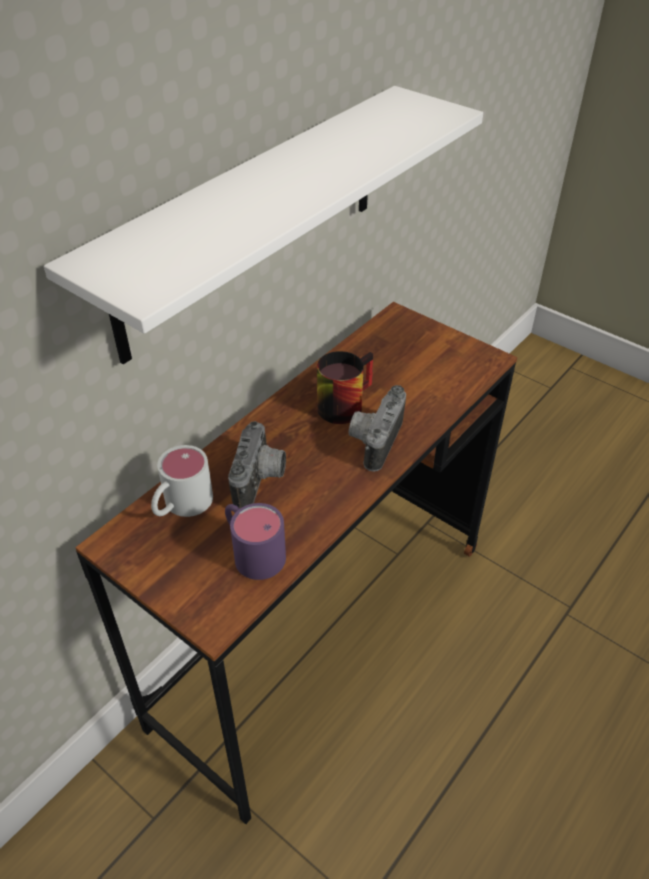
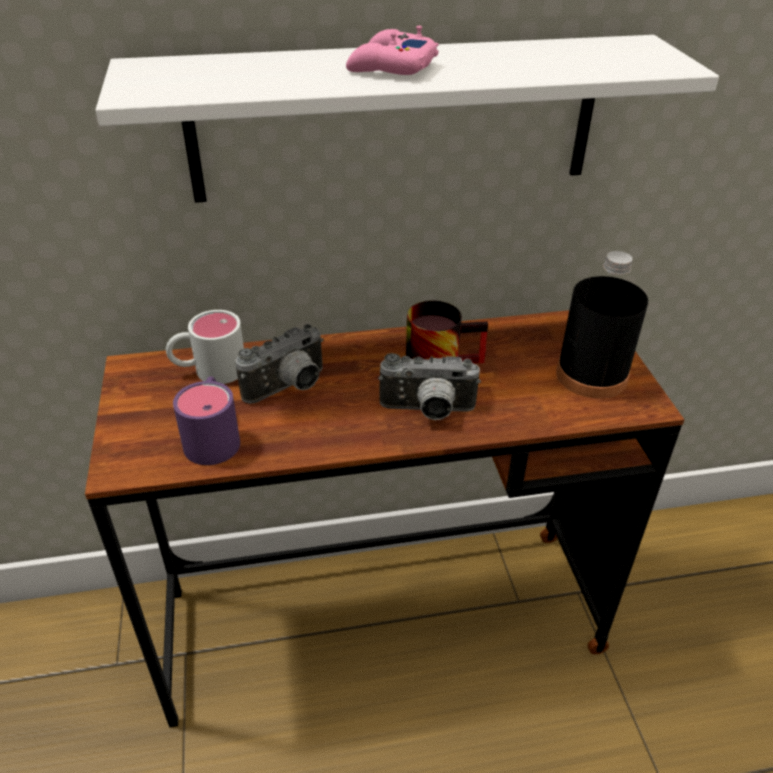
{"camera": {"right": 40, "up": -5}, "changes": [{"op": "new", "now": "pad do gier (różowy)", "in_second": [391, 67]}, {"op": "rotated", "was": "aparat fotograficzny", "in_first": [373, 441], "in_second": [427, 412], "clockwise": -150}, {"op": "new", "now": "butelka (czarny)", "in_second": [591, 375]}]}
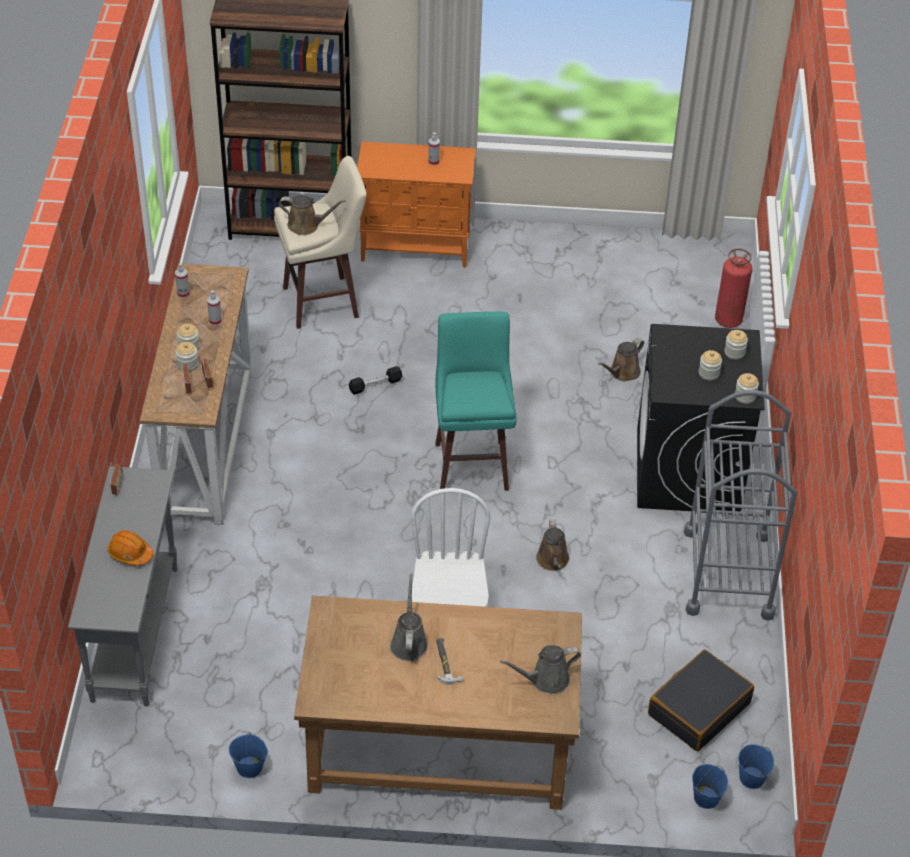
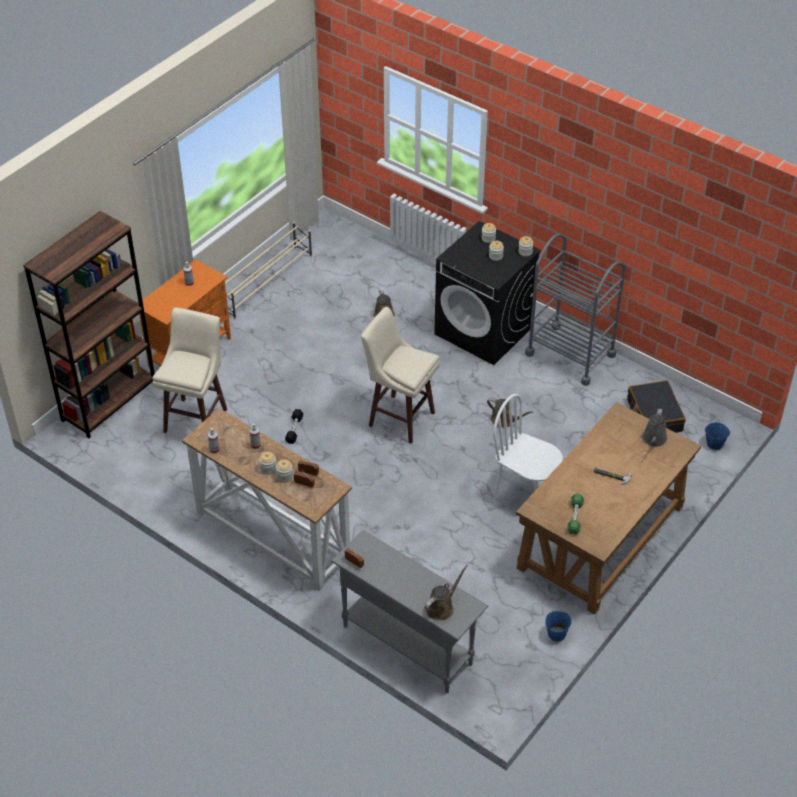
{"camera": {"right": -55, "up": 0}, "changes": [{"op": "new", "now": "regał na buty (beżowy)", "in_second": [266, 282]}, {"op": "repainted", "was": "stołek (turkusowy)", "now": "stołek (beżowy)", "in_first": [472, 464], "in_second": [400, 418]}, {"op": "shifted", "was": "konewka (brązowy)", "in_first": [306, 225], "in_second": [441, 607]}, {"op": "new", "now": "hantel (zielony)", "in_second": [575, 517]}, {"op": "gone", "was": "kask (pomarańczowy)", "in_first": [130, 553]}, {"op": "gone", "was": "konewka (szary)", "in_first": [409, 642]}, {"op": "gone", "was": "gaśnica", "in_first": [728, 320]}, {"op": "gone", "was": "wiadro (niebieski)", "in_first": [752, 778]}]}
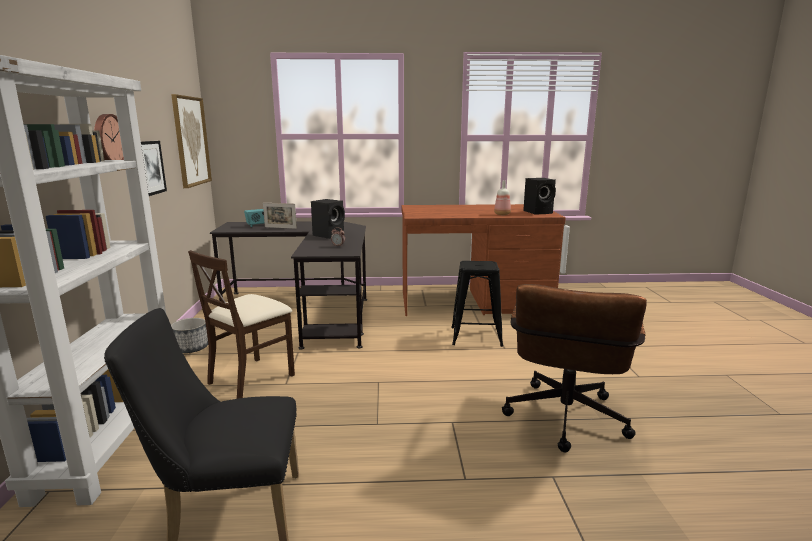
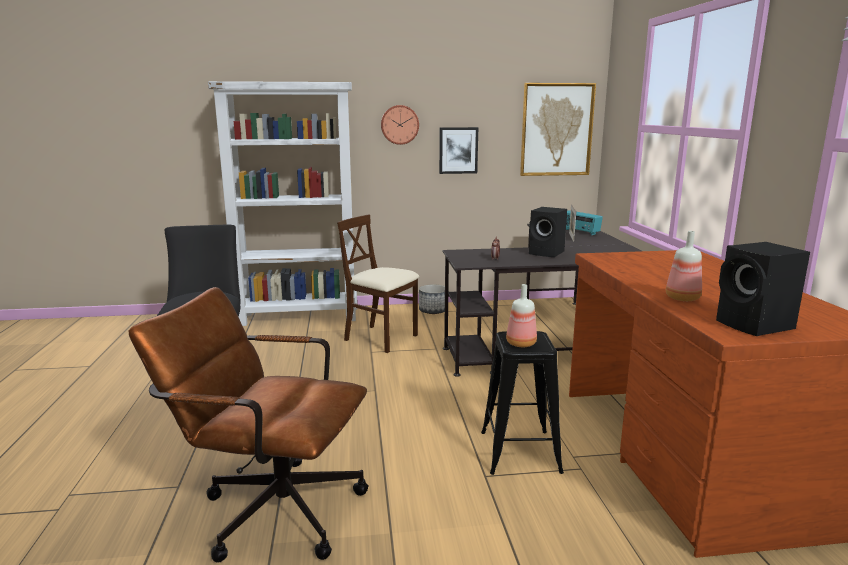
{"camera": {"right": 85, "up": 0}, "changes": [{"op": "new", "now": "butelka", "in_second": [520, 344]}]}
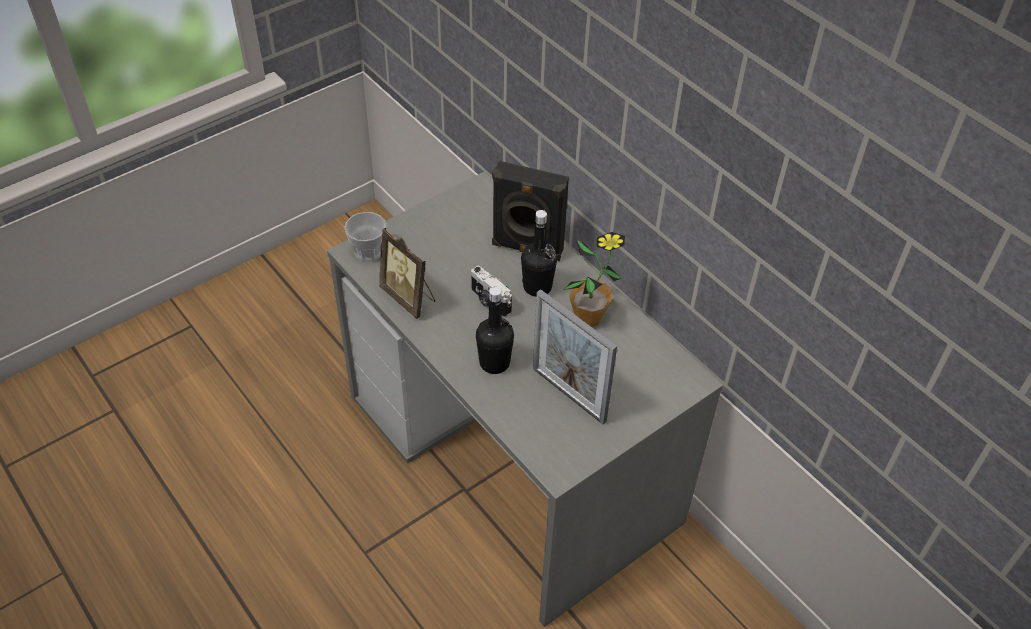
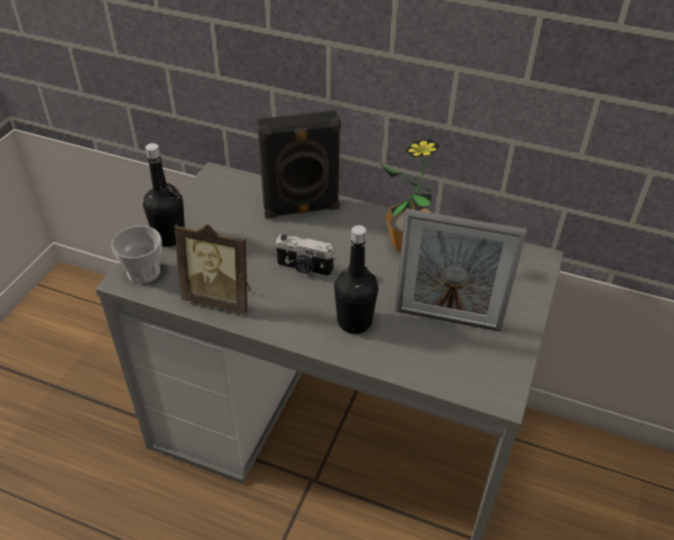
{"camera": {"right": -30, "up": -5}, "changes": [{"op": "shifted", "was": "butelka (czarny)", "in_first": [537, 287], "in_second": [169, 237]}]}
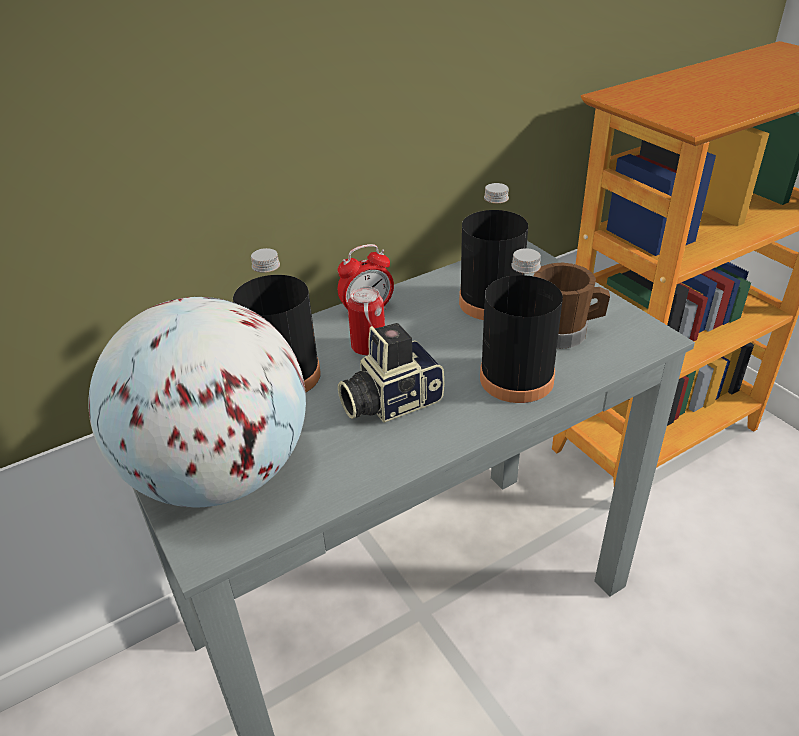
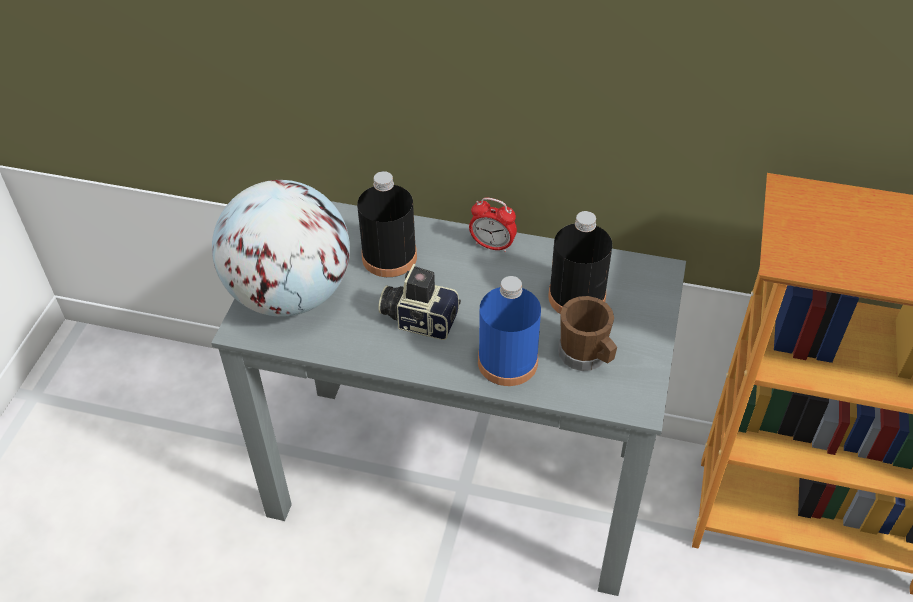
{"camera": {"right": 45, "up": 10}, "changes": [{"op": "repainted", "was": "butelka (czarny)", "now": "butelka (niebieski)", "in_first": [516, 379], "in_second": [507, 362]}, {"op": "gone", "was": "puszka", "in_first": [368, 347]}]}
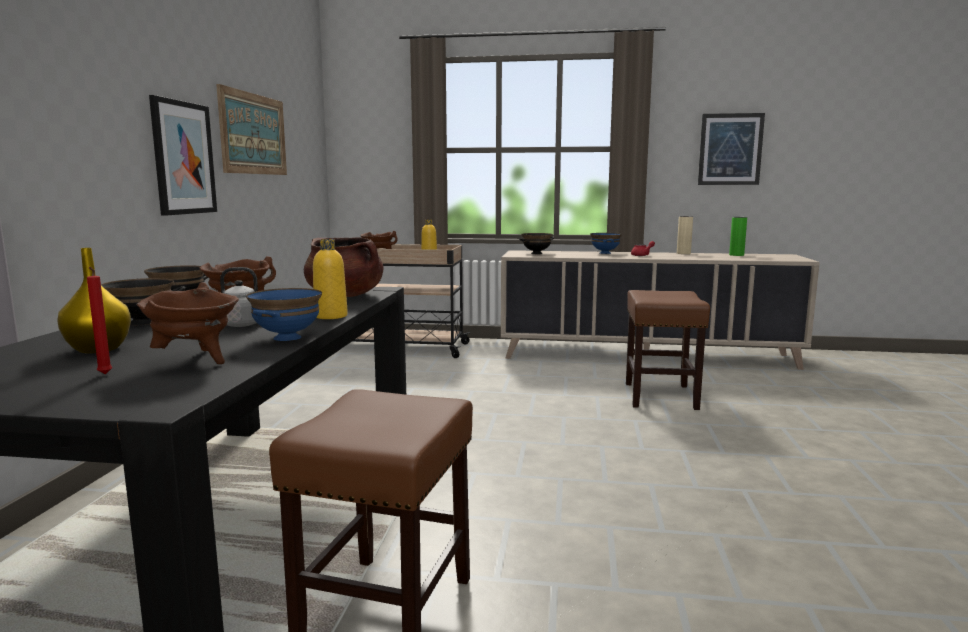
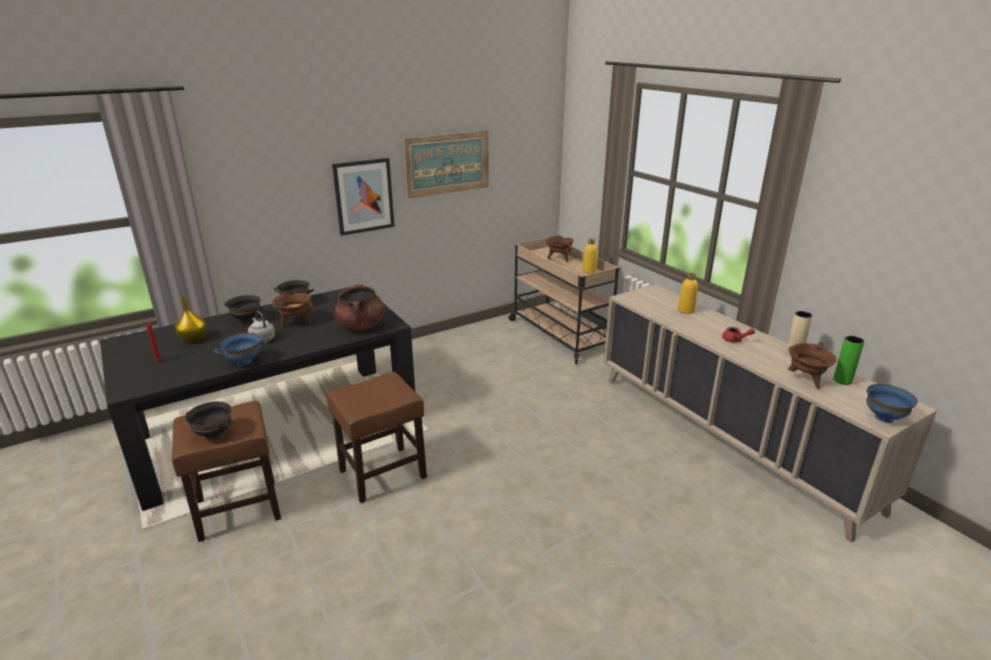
{"camera": {"right": 50, "up": 15}, "changes": [{"op": "shifted", "was": "miska (czarny)", "in_first": [536, 253], "in_second": [213, 435]}, {"op": "shifted", "was": "stołek (brązowy)", "in_first": [661, 396], "in_second": [381, 474]}, {"op": "shifted", "was": "butelka (żółty)", "in_first": [330, 316], "in_second": [686, 310]}, {"op": "shifted", "was": "garnek (brązowy)", "in_first": [195, 360], "in_second": [806, 379]}, {"op": "shifted", "was": "miska (niebieski)", "in_first": [604, 253], "in_second": [883, 418]}, {"op": "gone", "was": "obraz", "in_first": [730, 149]}]}
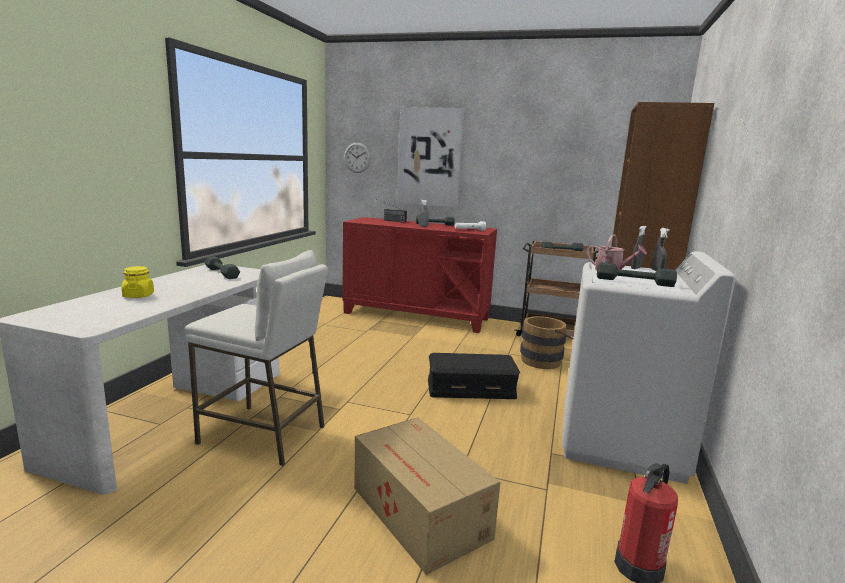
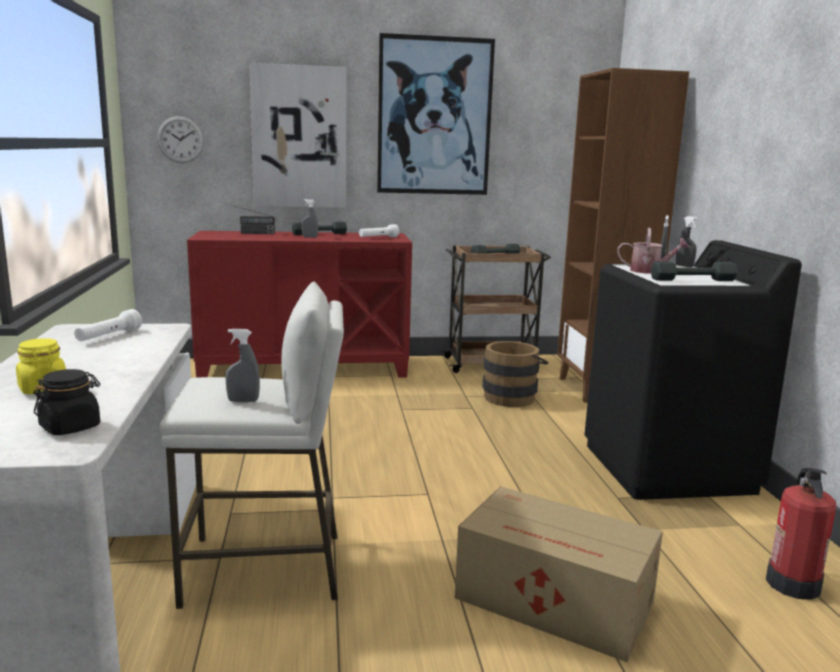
{"camera": {"right": -25, "up": 0}, "changes": [{"op": "new", "now": "słoik (czarny)", "in_second": [70, 427]}, {"op": "swapped", "was": "hantel (szary)", "now": "latarka (biały)", "in_first": [221, 273], "in_second": [108, 337]}, {"op": "new", "now": "spryskiwacz (szary)", "in_second": [243, 401]}, {"op": "new", "now": "obraz", "in_second": [434, 117]}, {"op": "repainted", "was": "pralka (biały)", "now": "pralka (czarny)", "in_first": [620, 441], "in_second": [668, 468]}, {"op": "gone", "was": "pojemnik do przechowywania (czarny)", "in_first": [471, 388]}]}
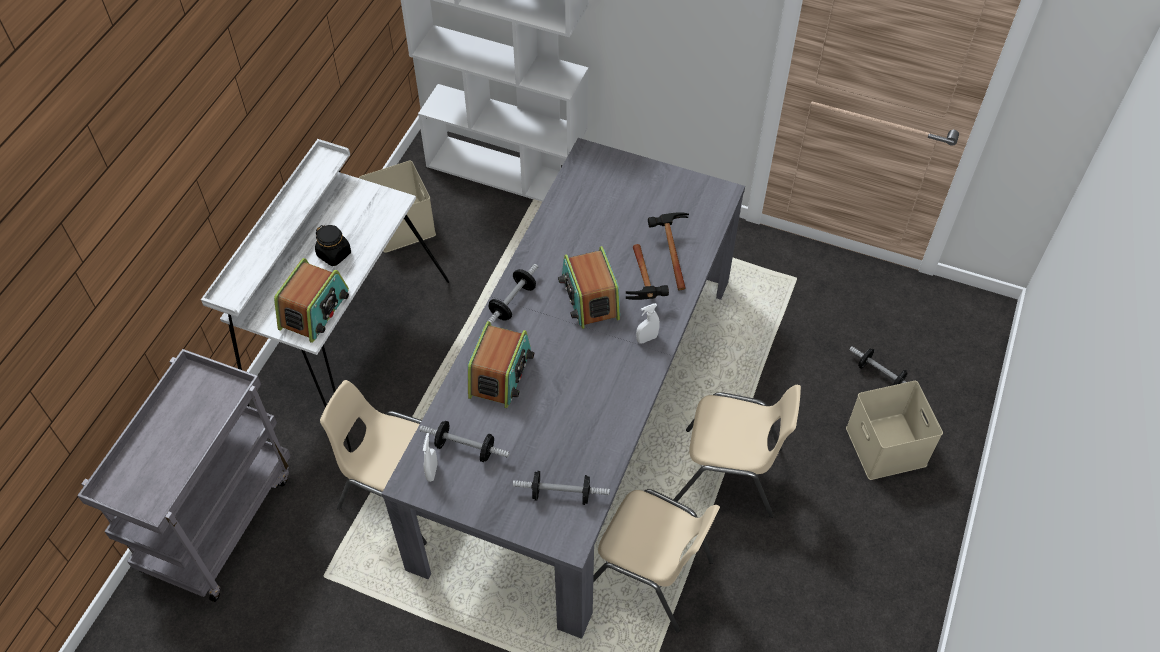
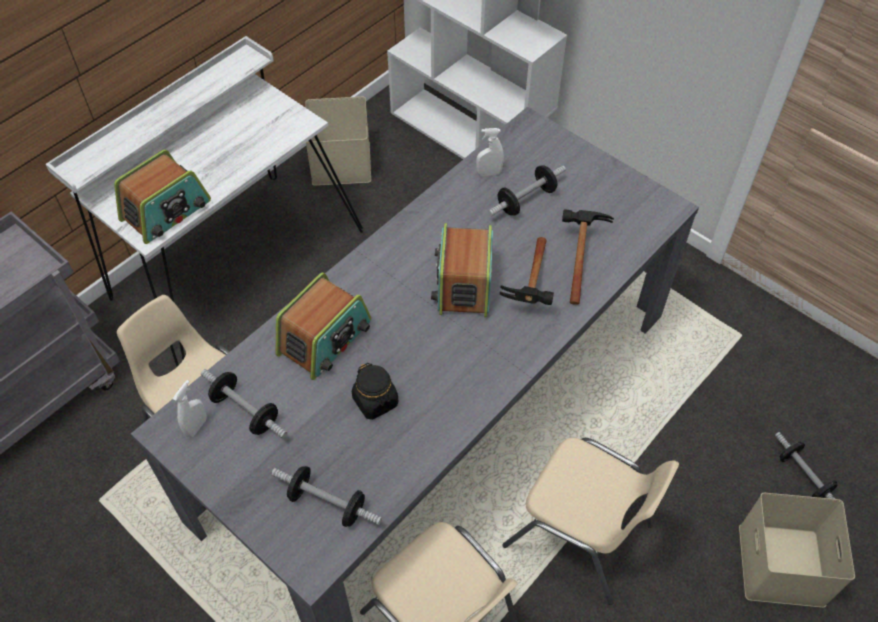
{"camera": {"right": 20, "up": 0}, "changes": [{"op": "shifted", "was": "słoik (czarny)", "in_first": [334, 254], "in_second": [375, 401]}, {"op": "shifted", "was": "spryskiwacz (biały)", "in_first": [647, 339], "in_second": [489, 173]}, {"op": "shifted", "was": "hantel", "in_first": [513, 302], "in_second": [526, 200]}]}
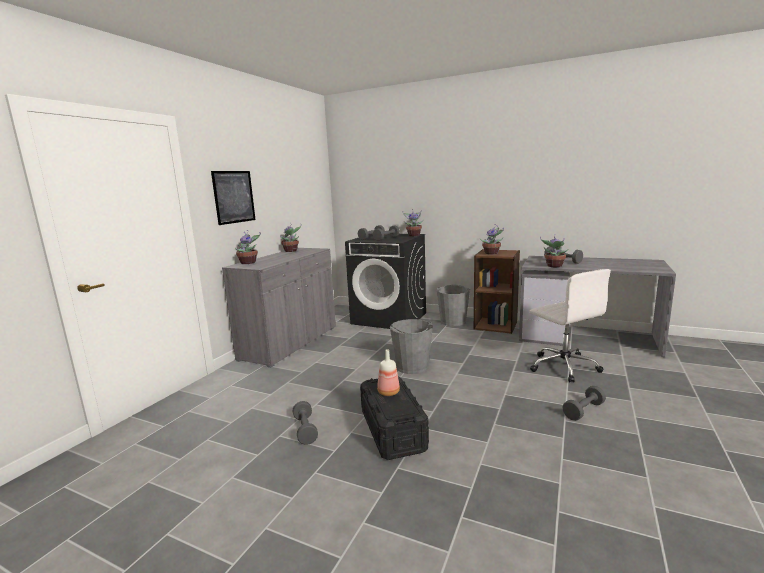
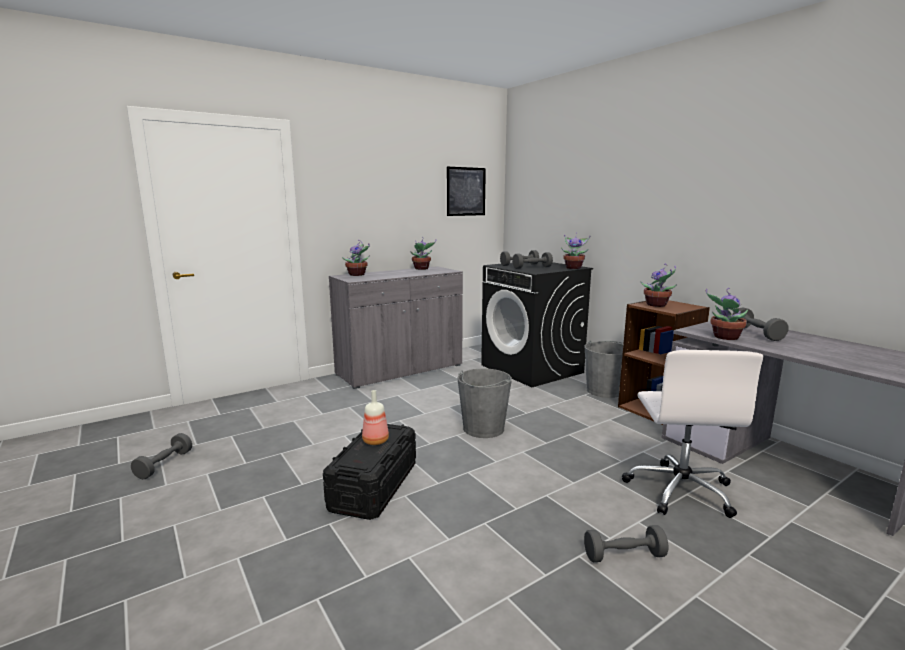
{"camera": {"right": 30, "up": 0}, "changes": [{"op": "shifted", "was": "hantel (szary)", "in_first": [305, 430], "in_second": [164, 465]}, {"op": "shifted", "was": "obraz", "in_first": [234, 197], "in_second": [466, 191]}]}
